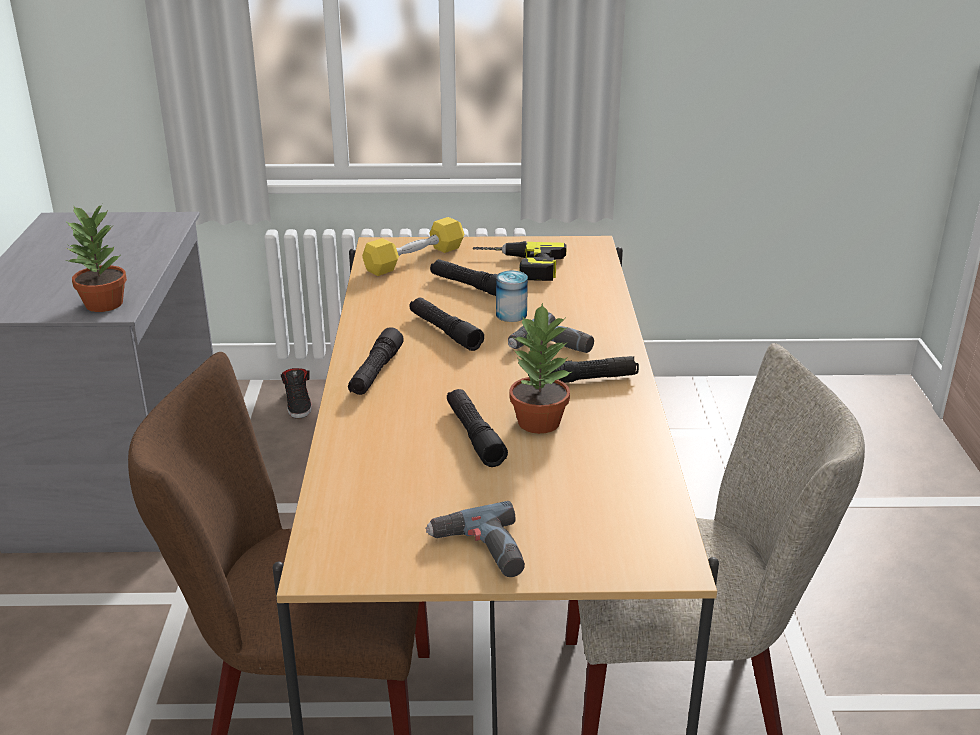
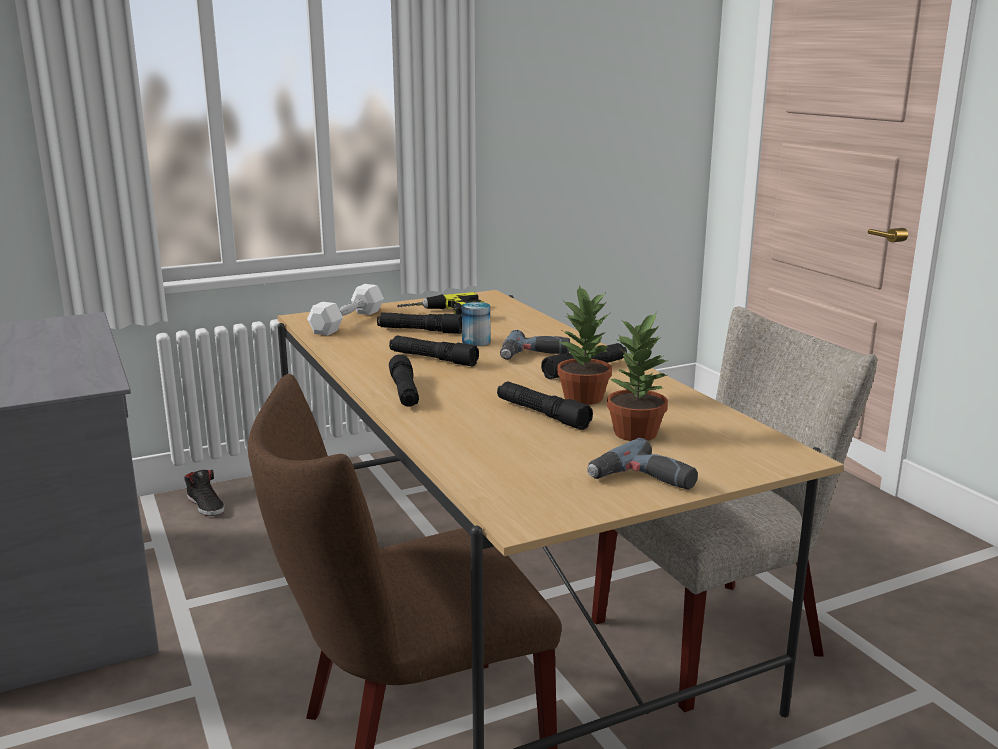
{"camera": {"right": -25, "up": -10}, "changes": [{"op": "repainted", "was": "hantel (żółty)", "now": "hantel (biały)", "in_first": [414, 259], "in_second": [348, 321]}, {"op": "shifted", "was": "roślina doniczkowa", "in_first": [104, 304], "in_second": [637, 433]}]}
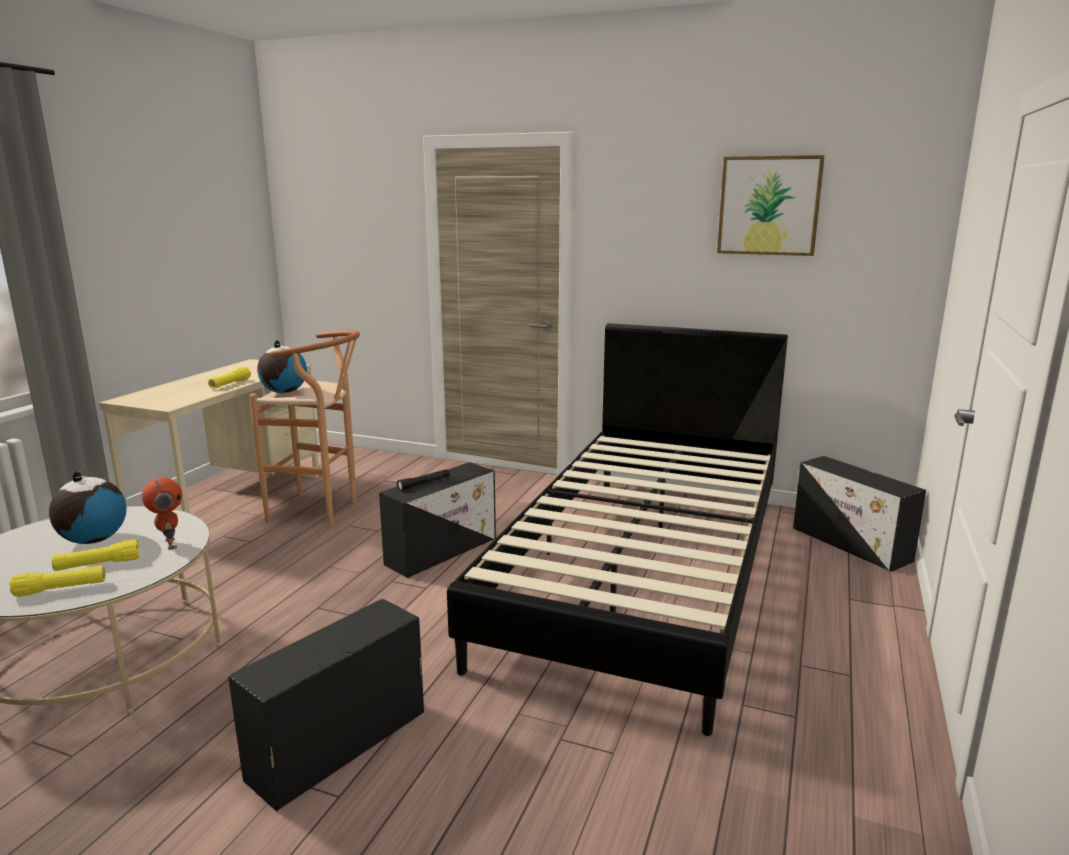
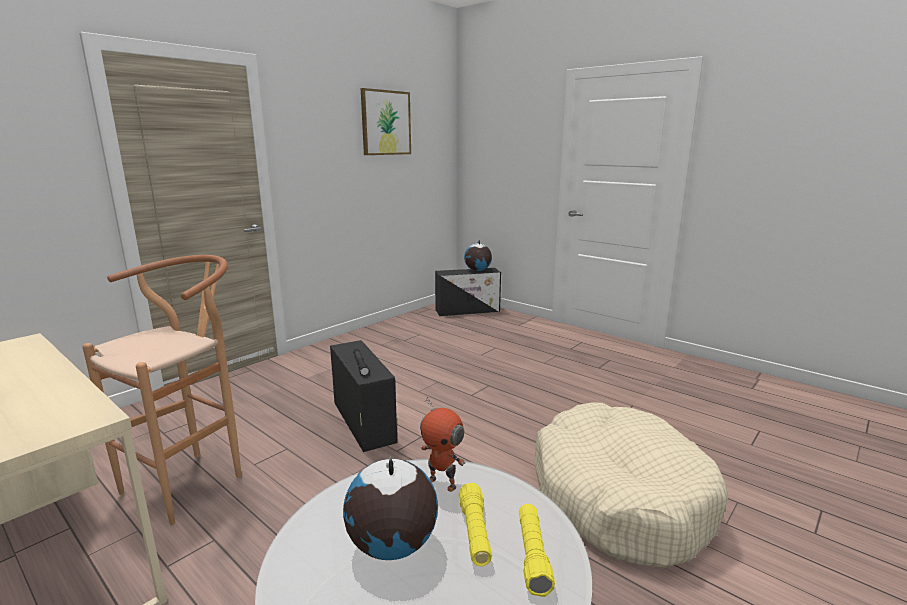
{"camera": {"right": -70, "up": 0}, "changes": [{"op": "rotated", "was": "robot zabawkowy", "in_first": [169, 544], "in_second": [443, 482], "clockwise": -135}, {"op": "shifted", "was": "globus", "in_first": [284, 392], "in_second": [477, 270]}, {"op": "swapped", "was": "pojemnik do przechowywania (czarny)", "now": "legowisko (beżowy)", "in_first": [336, 746], "in_second": [619, 497]}, {"op": "gone", "was": "latarka (żółty)", "in_first": [230, 384]}, {"op": "gone", "was": "łóżko (czarny)", "in_first": [643, 573]}]}
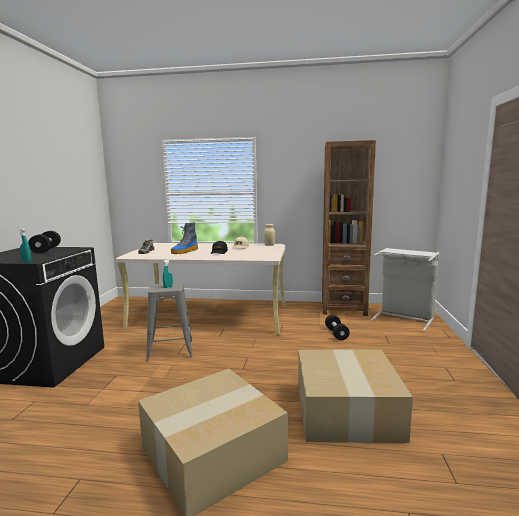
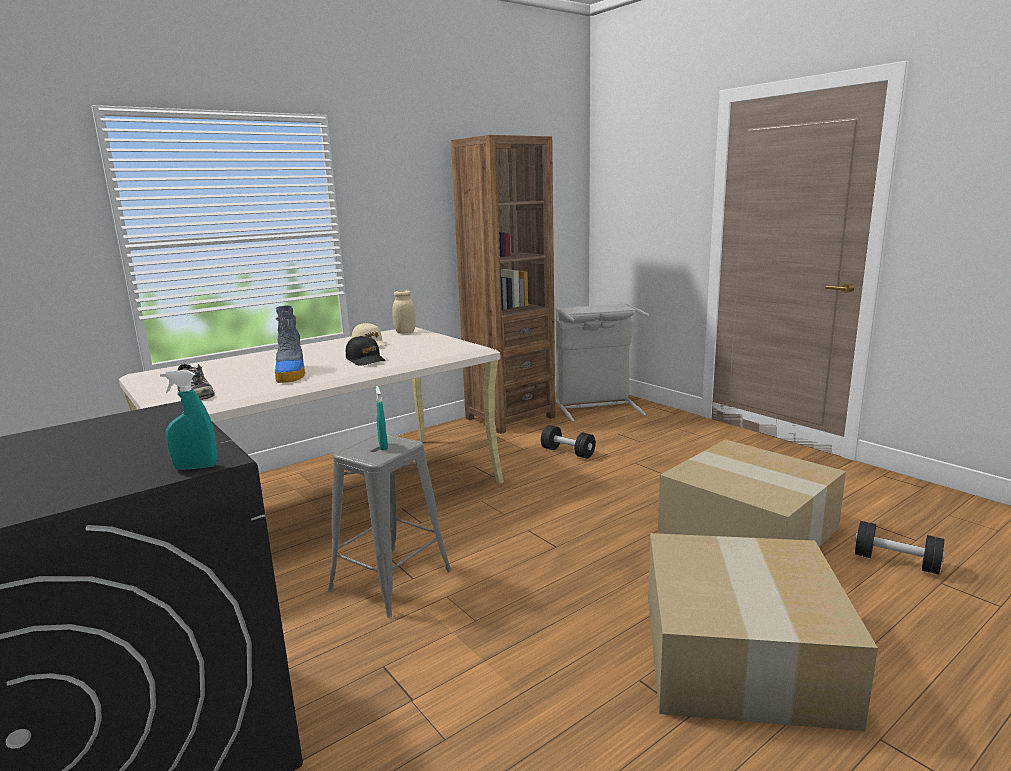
{"camera": {"right": -45, "up": 5}, "changes": [{"op": "shifted", "was": "hantel (czarny)", "in_first": [46, 250], "in_second": [896, 562]}]}
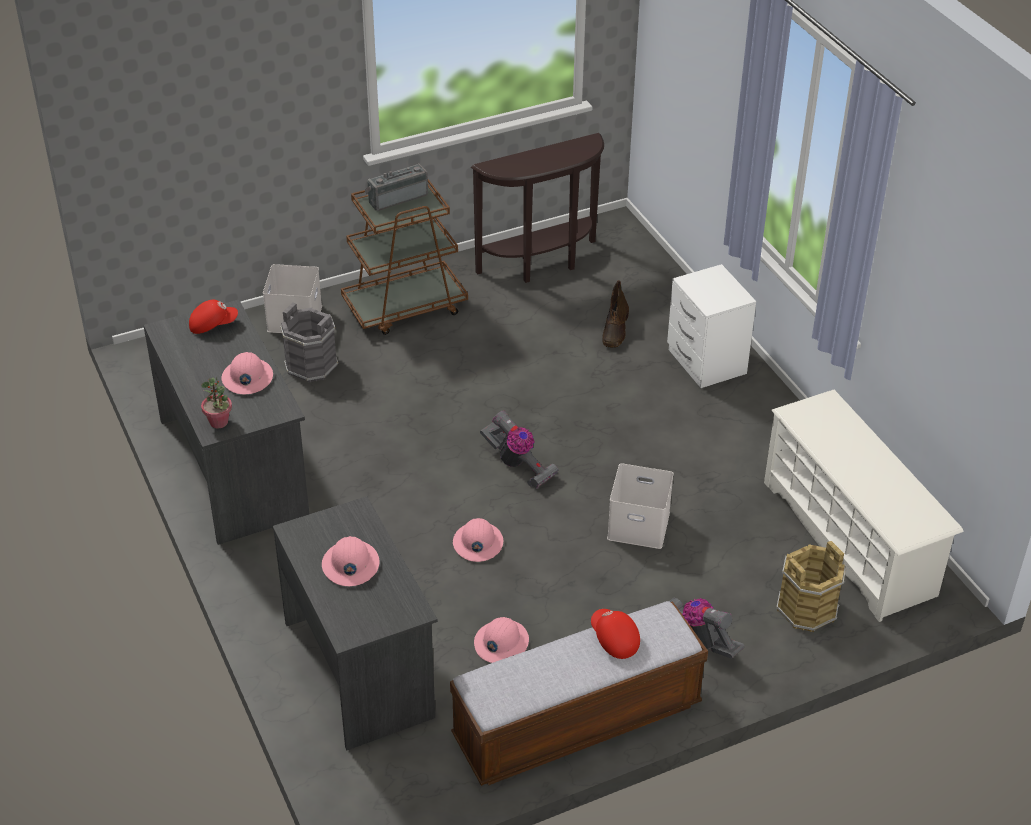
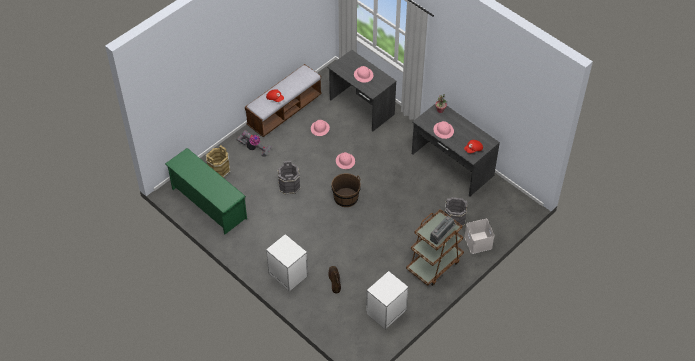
{"camera": {"right": 160, "up": 10}, "changes": [{"op": "repainted", "was": "regał na buty (biały)", "now": "regał na buty (zielony)", "in_first": [849, 539], "in_second": [208, 203]}, {"op": "swapped", "was": "pojemnik do przechowywania (biały)", "now": "wiadro (szary)", "in_first": [640, 524], "in_second": [289, 186]}, {"op": "swapped", "was": "odkurzacz", "now": "wiadro (brązowy)", "in_first": [517, 465], "in_second": [346, 198]}, {"op": "swapped", "was": "stolik konsolowy (brązowy)", "now": "szafka nocna (biały)", "in_first": [542, 264], "in_second": [385, 312]}]}
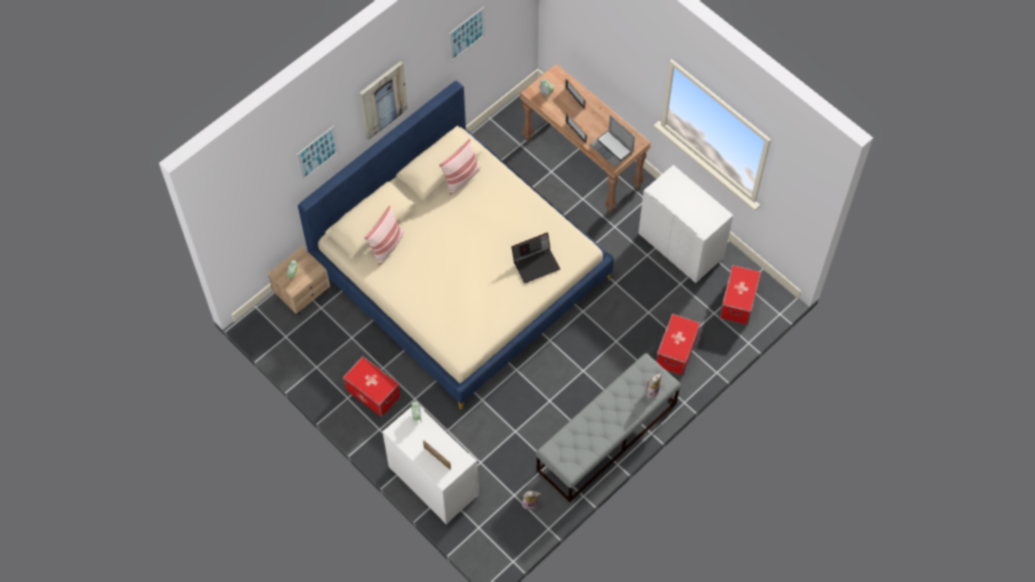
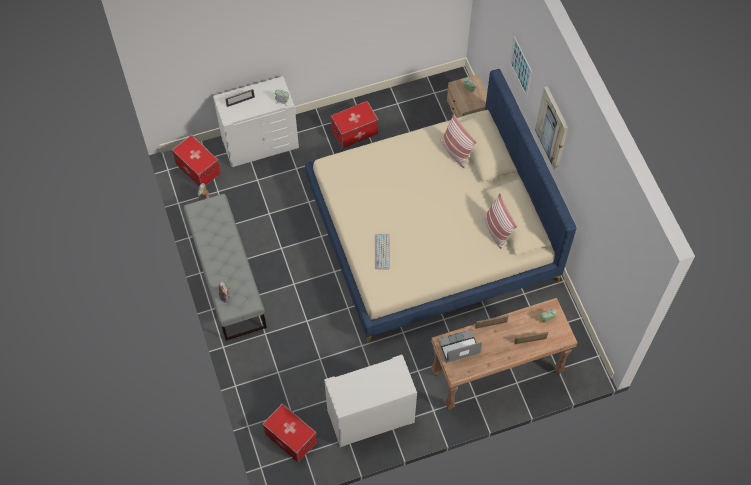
{"camera": {"right": 115, "up": 0}, "changes": [{"op": "shifted", "was": "pojemnik do przechowywania", "in_first": [676, 351], "in_second": [198, 168]}, {"op": "swapped", "was": "laptop", "now": "klawiatura", "in_first": [536, 263], "in_second": [383, 252]}, {"op": "gone", "was": "obraz", "in_first": [467, 34]}]}
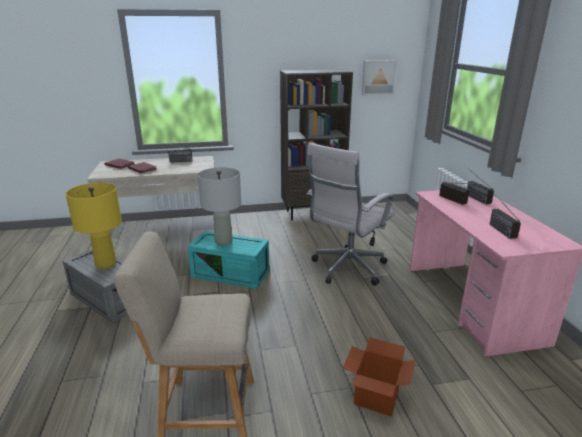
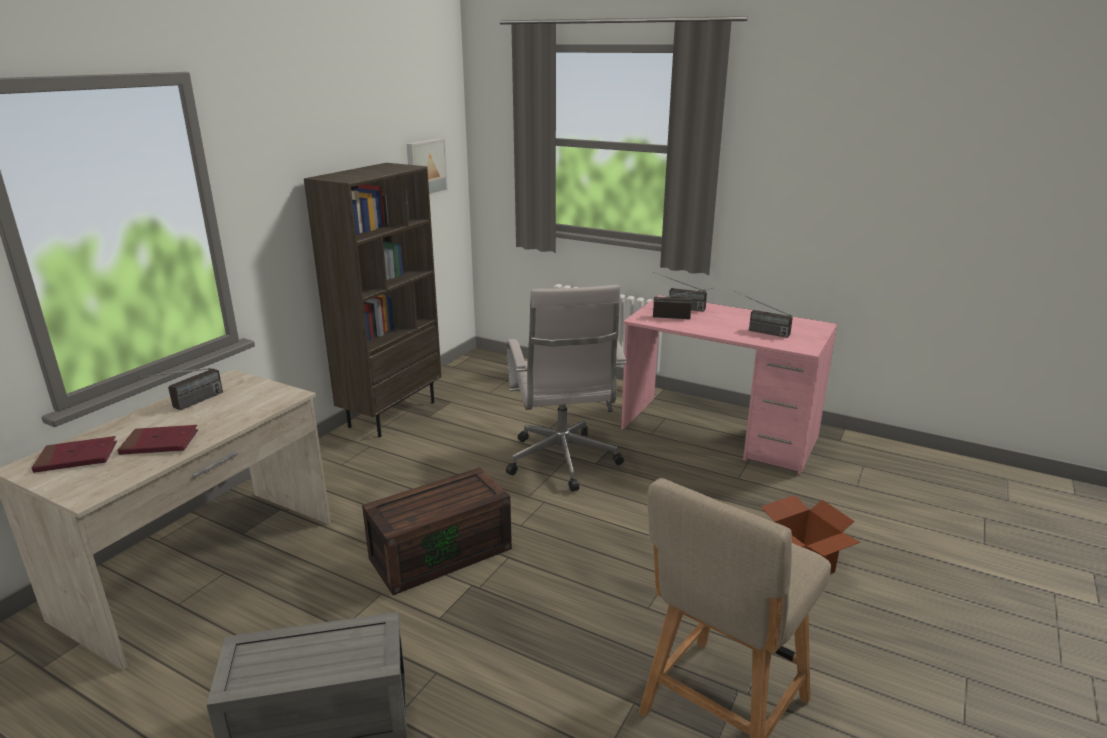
{"camera": {"right": -50, "up": 0}, "changes": [{"op": "repainted", "was": "pojemnik do przechowywania (turkusowy)", "now": "pojemnik do przechowywania (brązowy)", "in_first": [232, 273], "in_second": [441, 552]}, {"op": "gone", "was": "lampa stołowa (żółty)", "in_first": [105, 264]}, {"op": "gone", "was": "lampa stołowa (szary)", "in_first": [223, 241]}]}
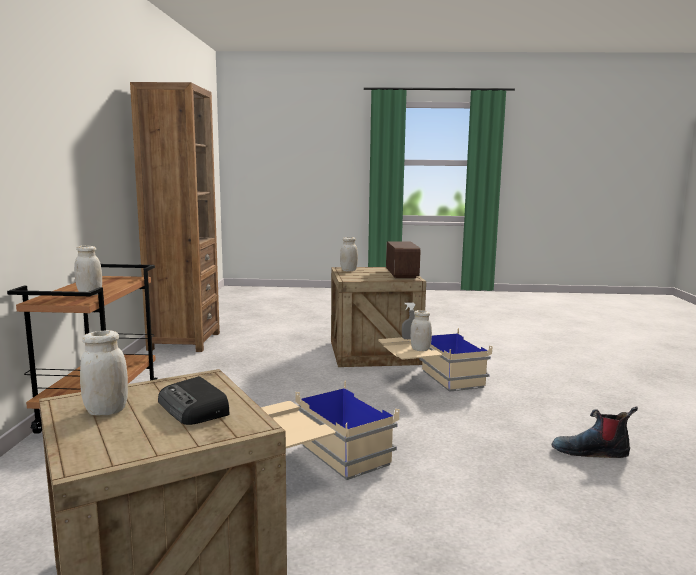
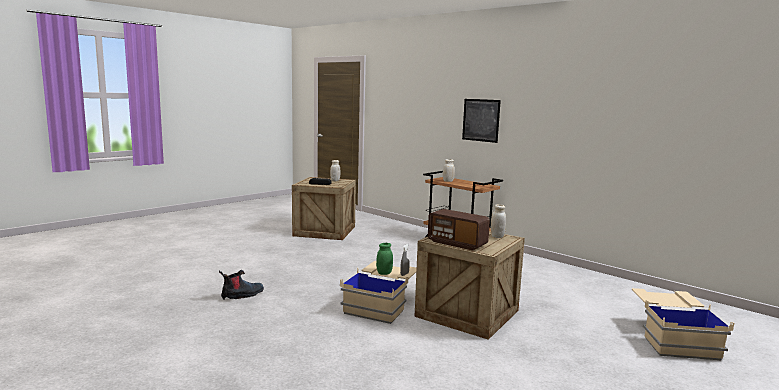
{"camera": {"right": 130, "up": 0}, "changes": [{"op": "repainted", "was": "słoik (biały)", "now": "słoik (zielony)", "in_first": [420, 349], "in_second": [384, 273]}, {"op": "new", "now": "obraz", "in_second": [481, 120]}, {"op": "shifted", "was": "pojemnik do przechowywania (beżowy)", "in_first": [317, 463], "in_second": [672, 338]}, {"op": "gone", "was": "regał (brązowy)", "in_first": [184, 341]}]}
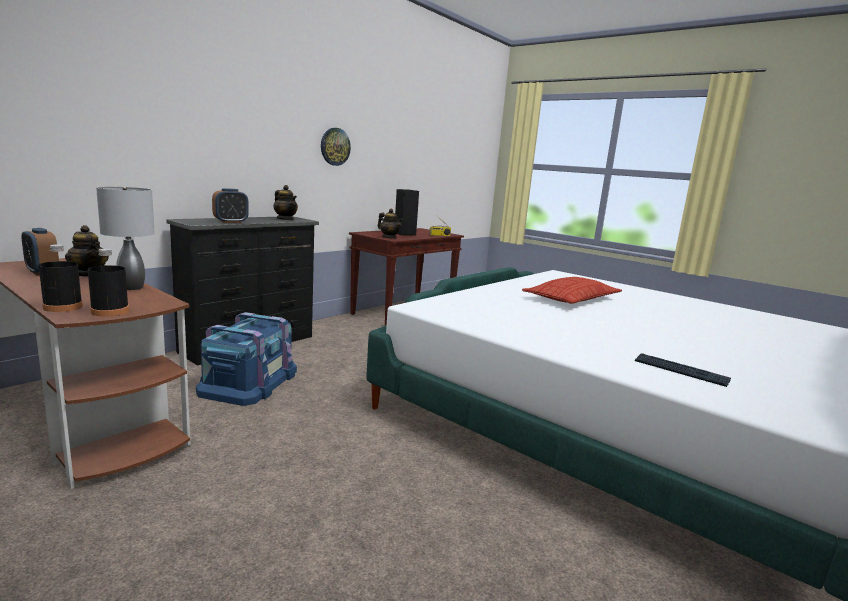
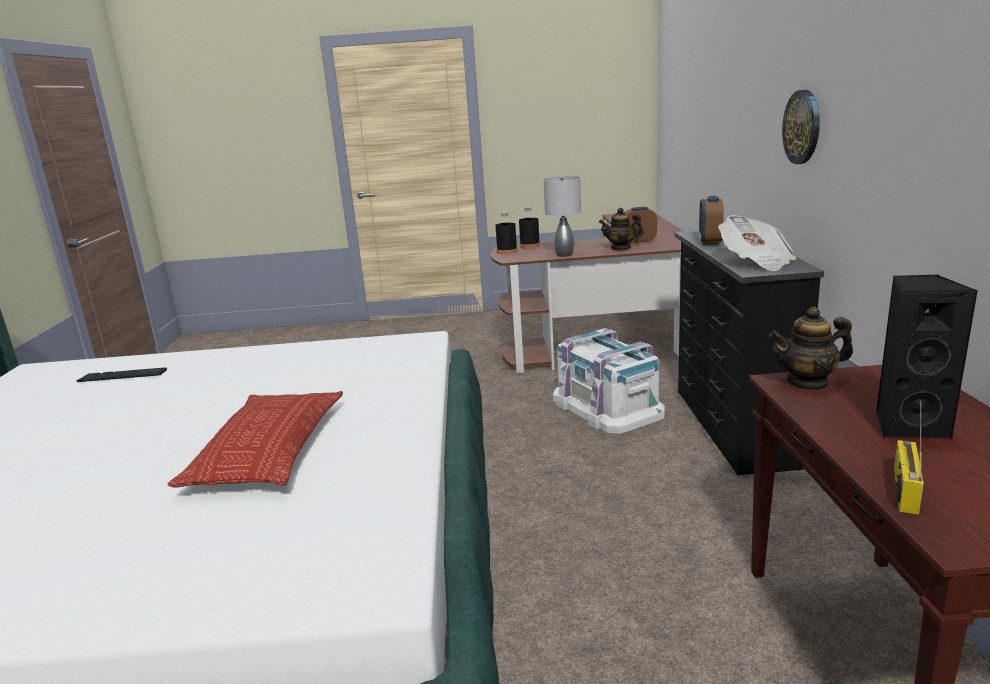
{"camera": {"right": 140, "up": 5}, "changes": [{"op": "repainted", "was": "pojemnik do przechowywania (niebieski)", "now": "pojemnik do przechowywania (biały)", "in_first": [249, 381], "in_second": [607, 406]}, {"op": "swapped", "was": "imbryk", "now": "gazeta", "in_first": [285, 219], "in_second": [755, 262]}, {"op": "shifted", "was": "zegar ścienny", "in_first": [335, 146], "in_second": [802, 127]}]}
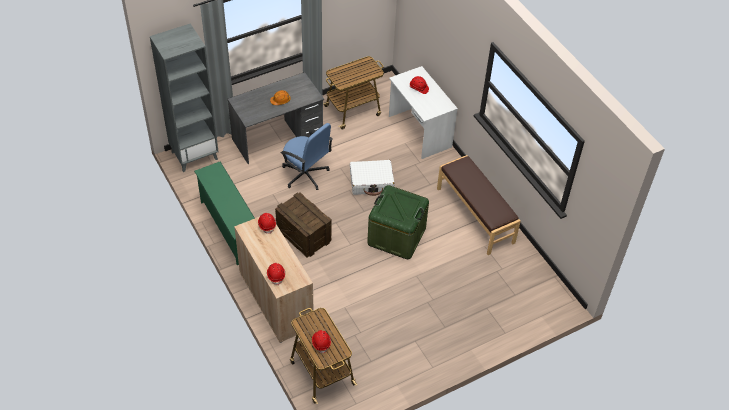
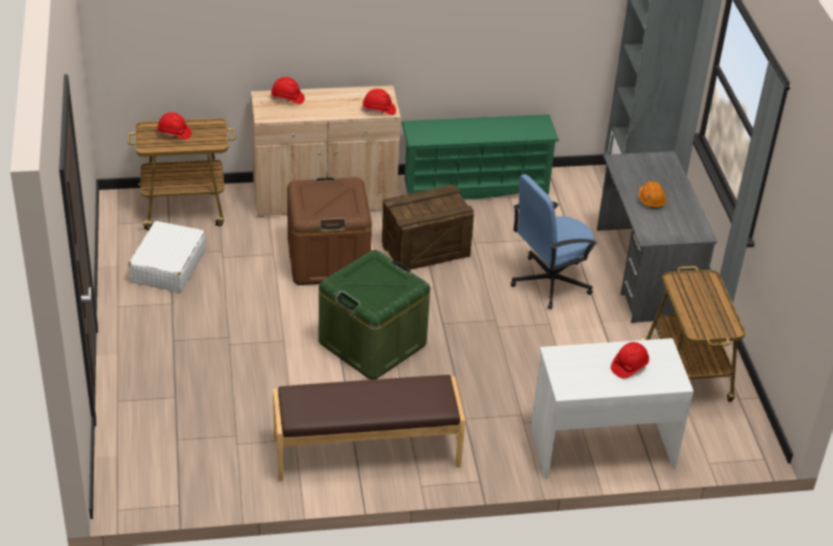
{"camera": {"right": 110, "up": -10}, "changes": [{"op": "shifted", "was": "walizka (biały)", "in_first": [371, 182], "in_second": [168, 266]}, {"op": "new", "now": "pojemnik do przechowywania (brązowy)", "in_second": [328, 259]}]}
